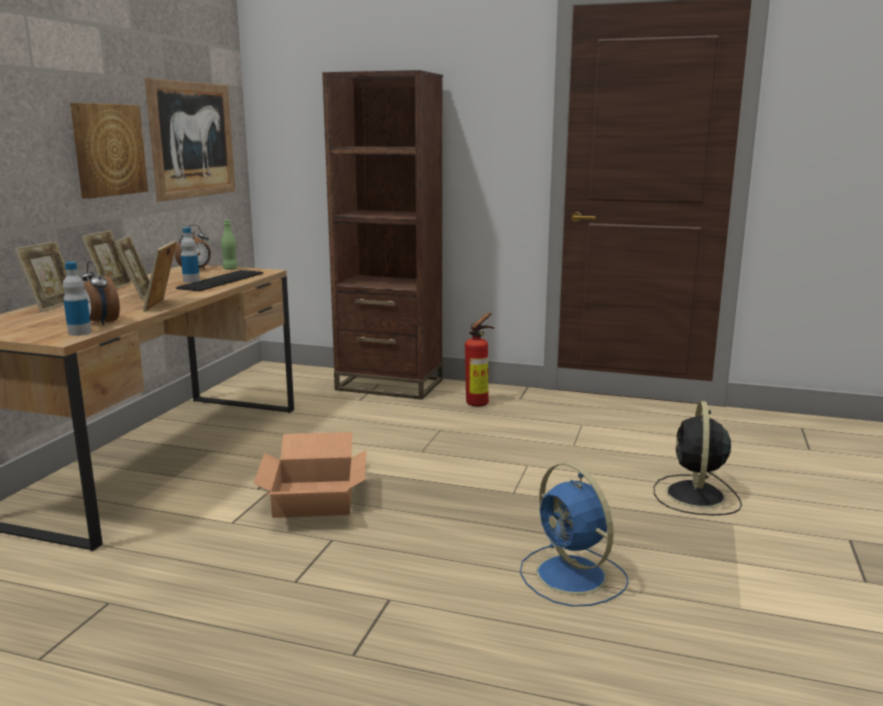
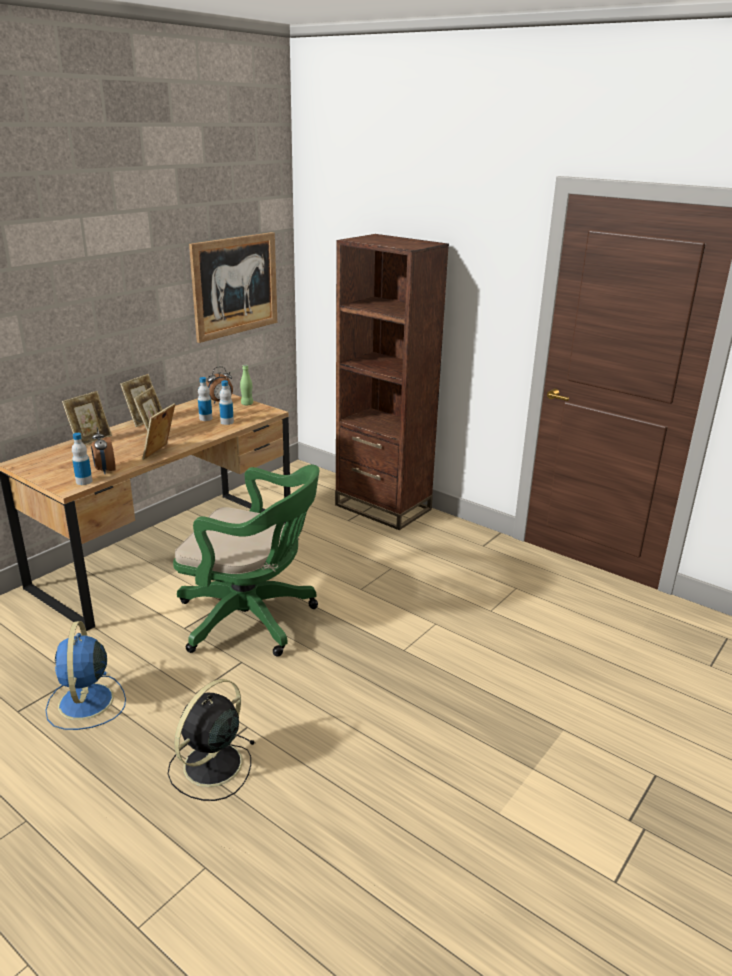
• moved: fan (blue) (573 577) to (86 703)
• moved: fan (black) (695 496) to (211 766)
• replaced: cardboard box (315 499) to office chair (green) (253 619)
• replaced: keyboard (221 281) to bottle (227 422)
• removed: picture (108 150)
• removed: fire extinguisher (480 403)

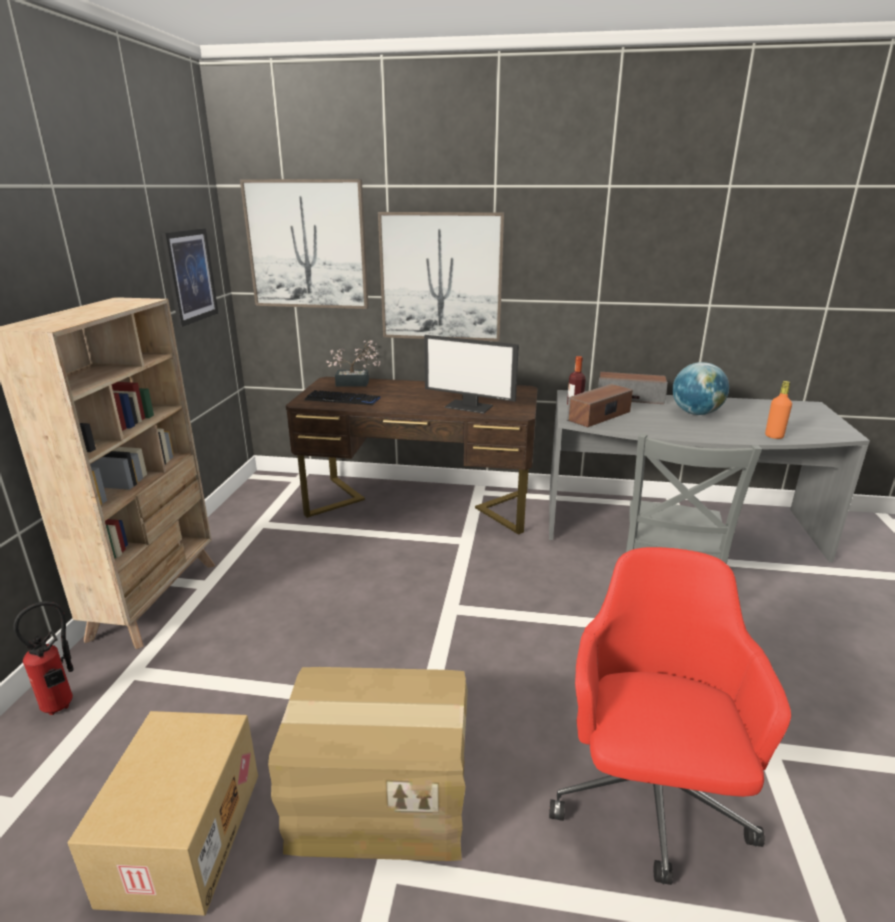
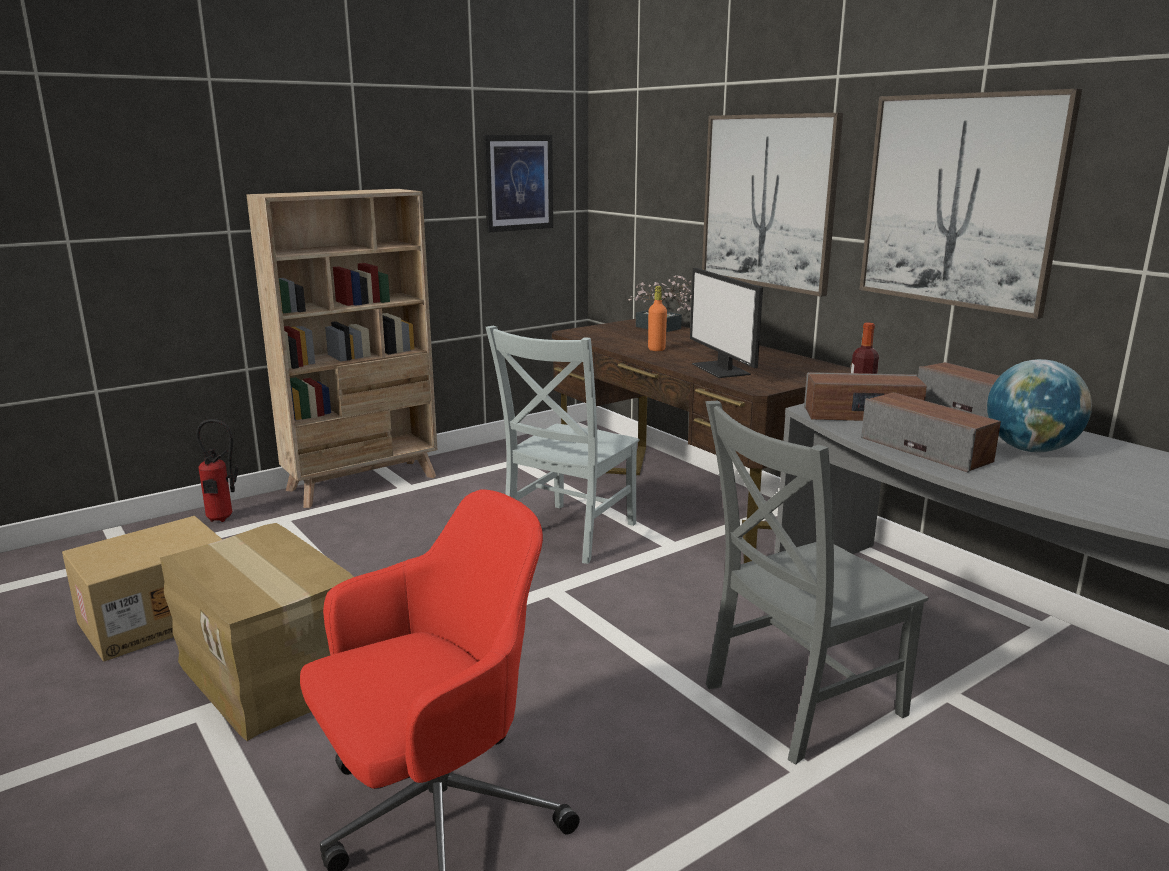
• added: chair (grey) (567 534)
• moved: bottle (orange) (774 436) to (656 349)
• moved: picture (307 245) to (960 201)
• added: speaker (926 449)
• removed: keyboard (342 399)

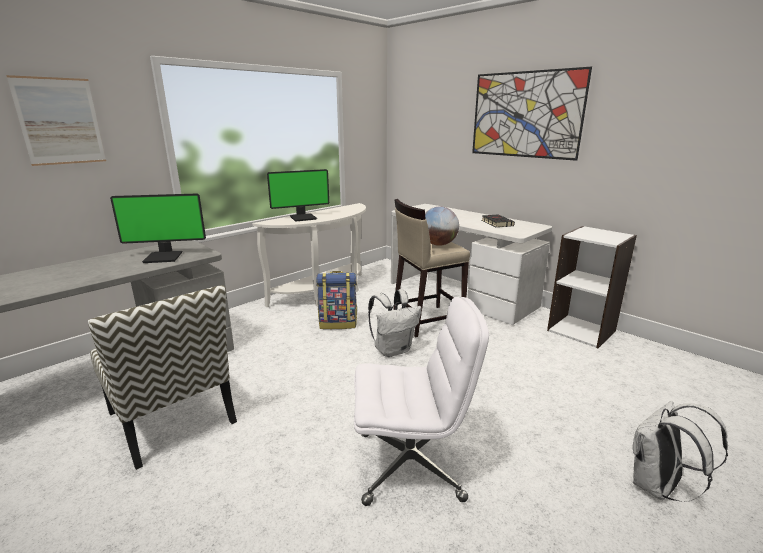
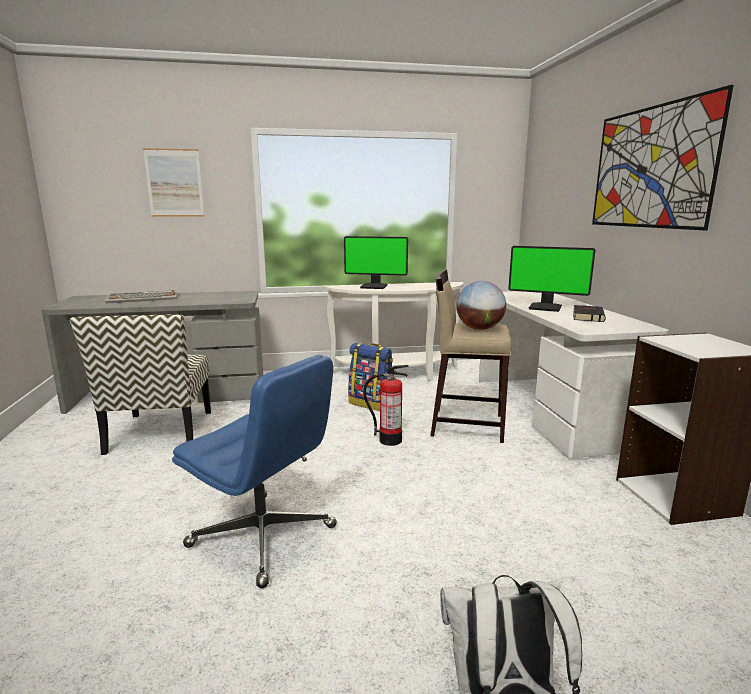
• added: keyboard (143 298)
• recoloured: office chair (white) (411 465) to office chair (blue) (264 537)
• replaced: backpack (white) (393 350) to fire extinguisher (390 440)
• moved: monitor (164 257) to (546 307)

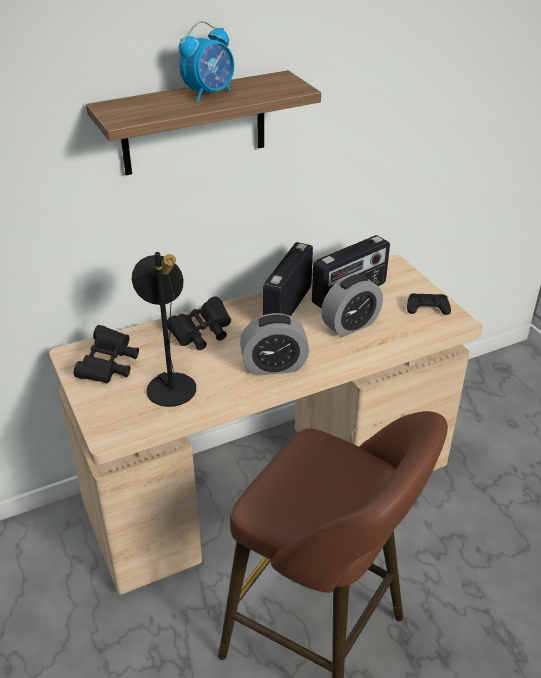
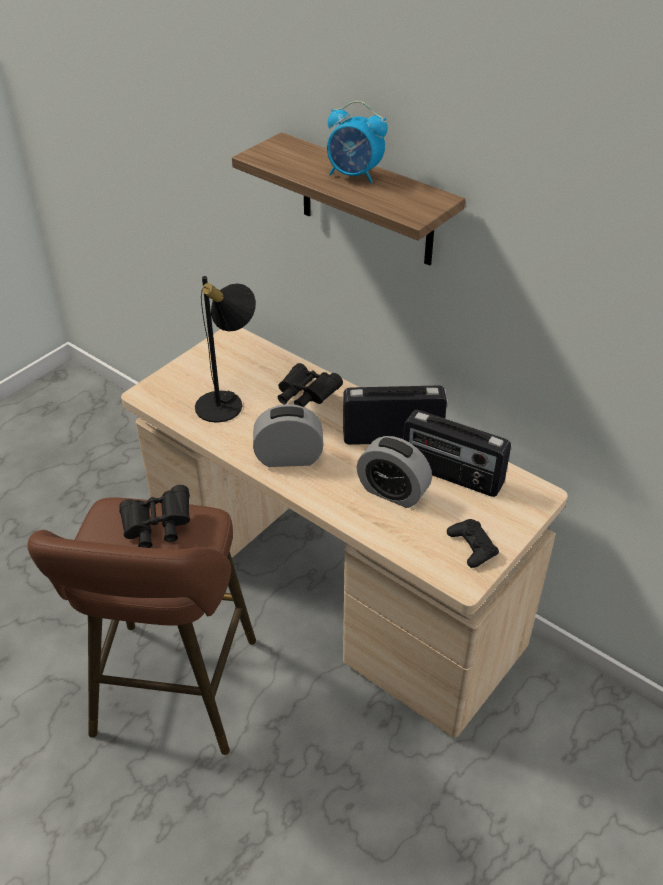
• moved: binoculars (black) (109 366) to (157 527)
• turned: alarm clock (274 366) = (288 458) 120 degrees clockwise

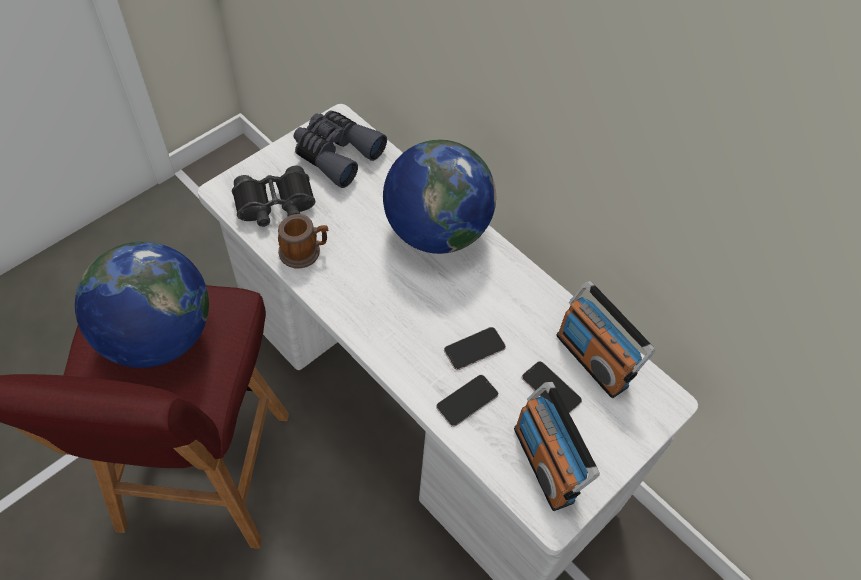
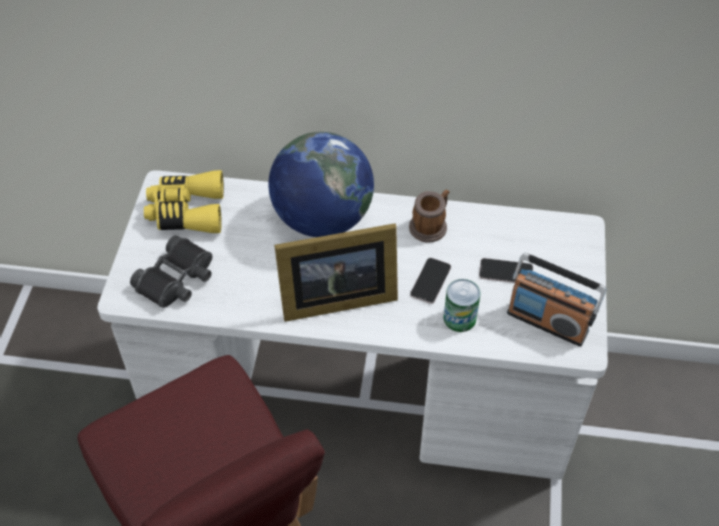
• recoloured: binoculars (grey) (336 154) to binoculars (yellow) (186 211)
• added: picture frame (334 298)
• moved: mug (304 251) to (430 225)
• replaced: phone (467 401) to can (459 318)
• removed: globe (158 336)
• removed: radio (592 360)

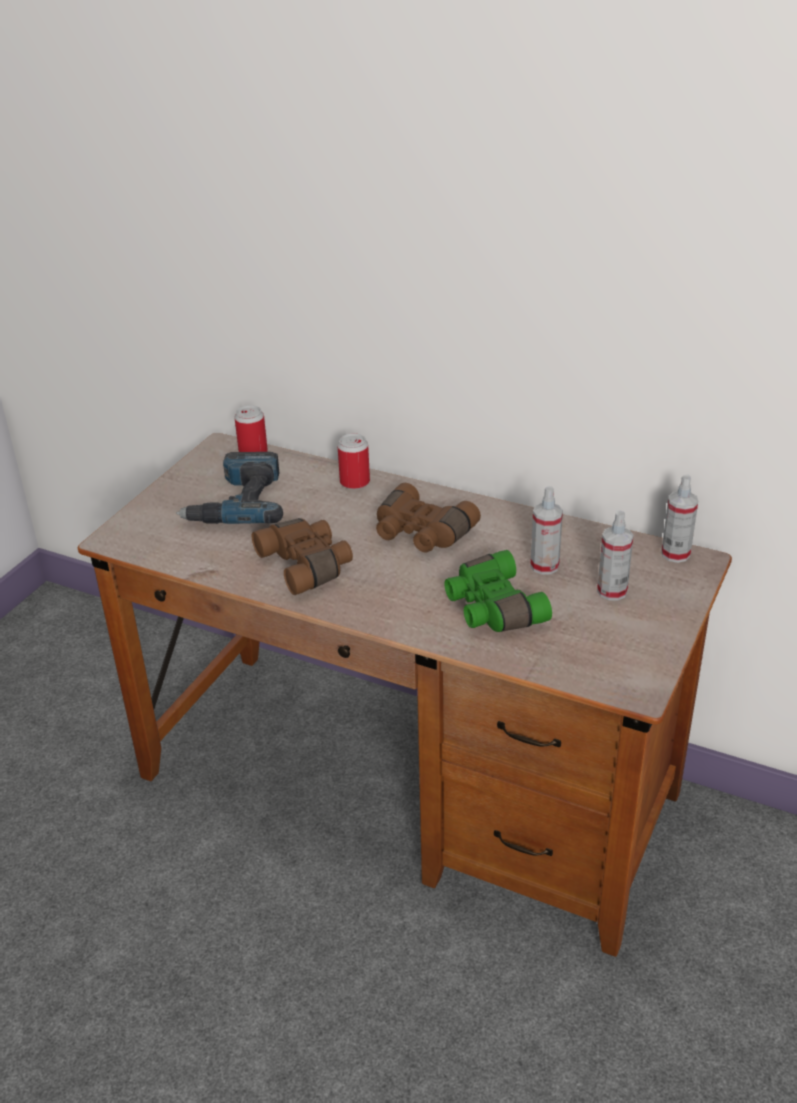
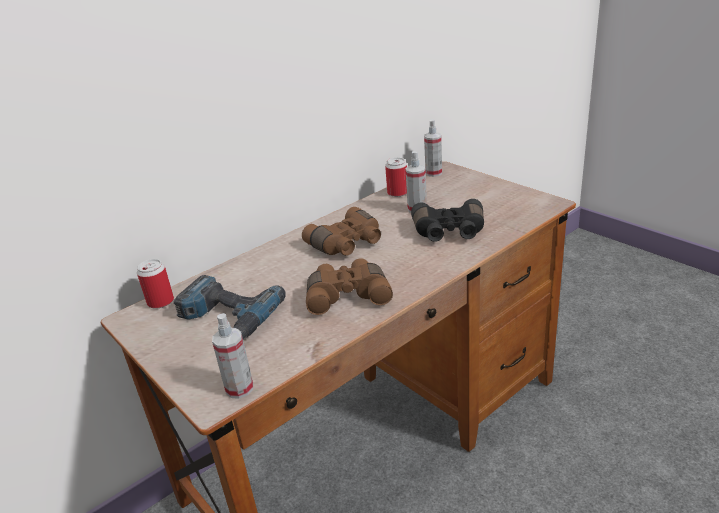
• moved: spray bottle (612 591) to (239 388)
• moved: can (354 482) to (397 193)
• recoloured: binoculars (green) (491 608) to binoculars (black) (449 232)

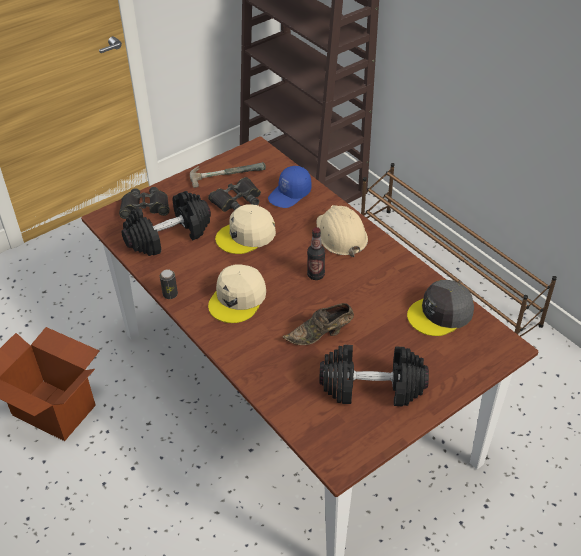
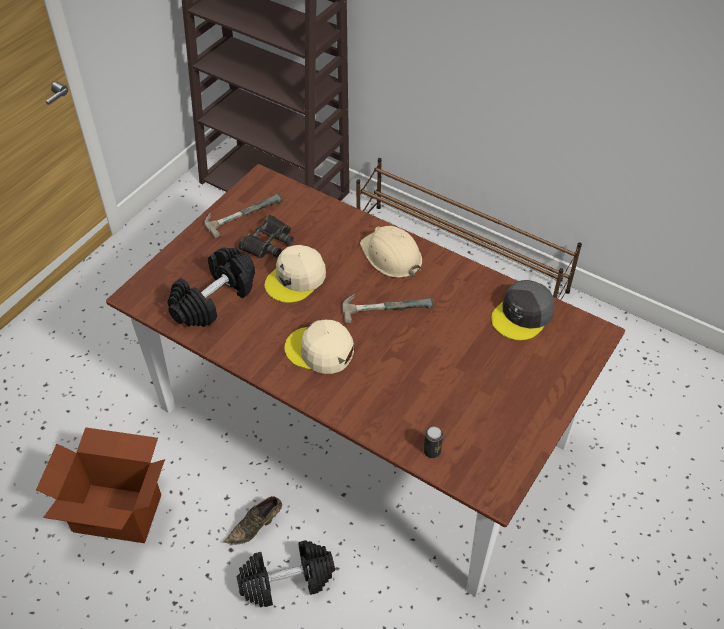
• moved: shoe (brown) (321 335) to (256 527)
• moved: dumbbell (black) (372 387) to (287 580)
• turned: cap (beige) (238 299) = (320 350) 105 degrees clockwise
• replaced: bottle (316 275) to hammer (386 305)
• moved: can (170 294) to (432 451)
• removed: binoculars (black) (145 207)
• removed: cap (blue) (290 194)

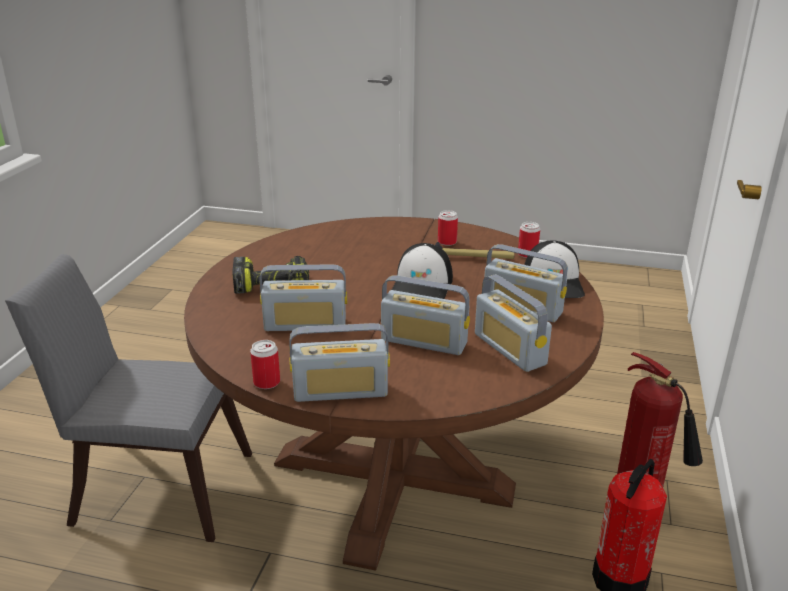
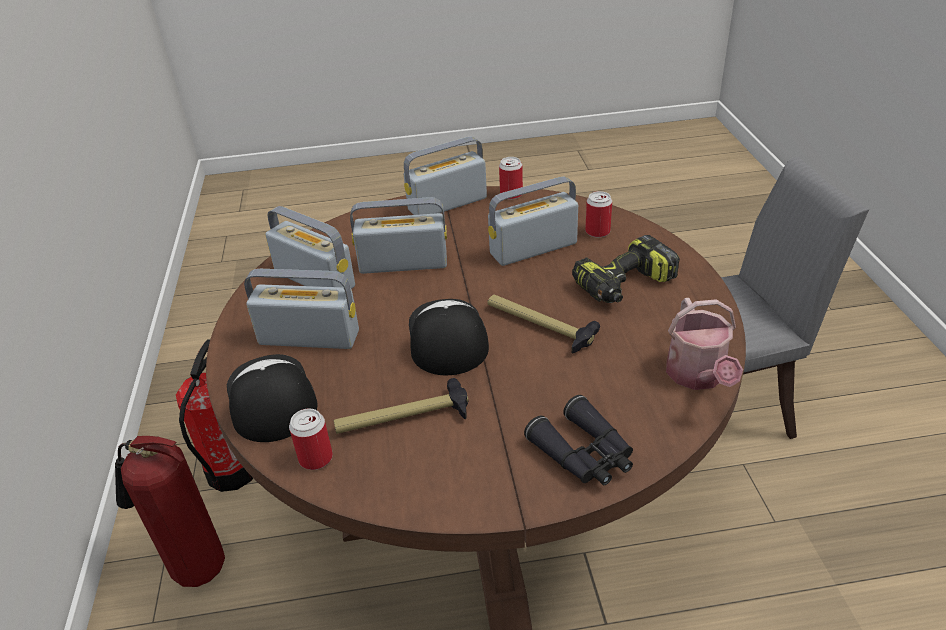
• added: hammer (539 326)
• added: binoculars (black) (584 454)
• moved: can (447 242) to (597 232)
• added: watering can (698 376)

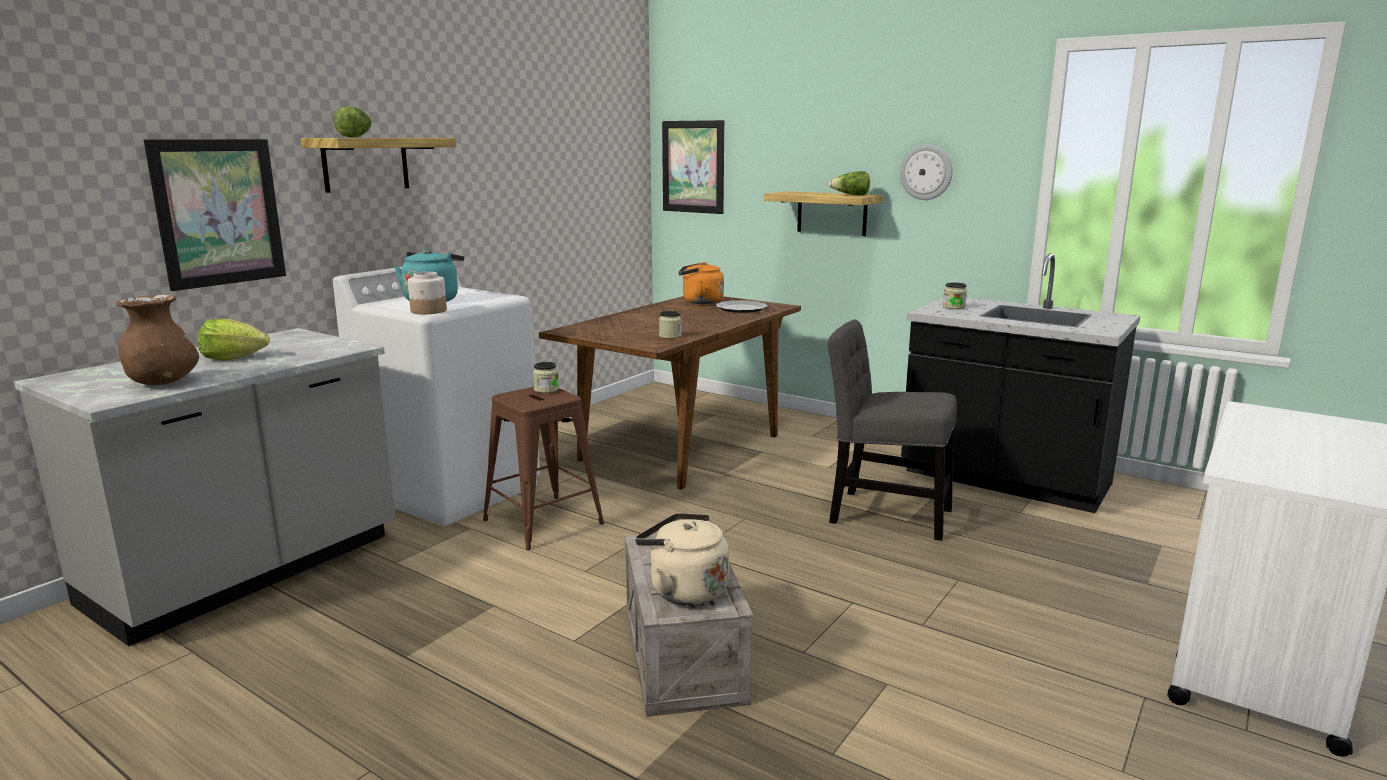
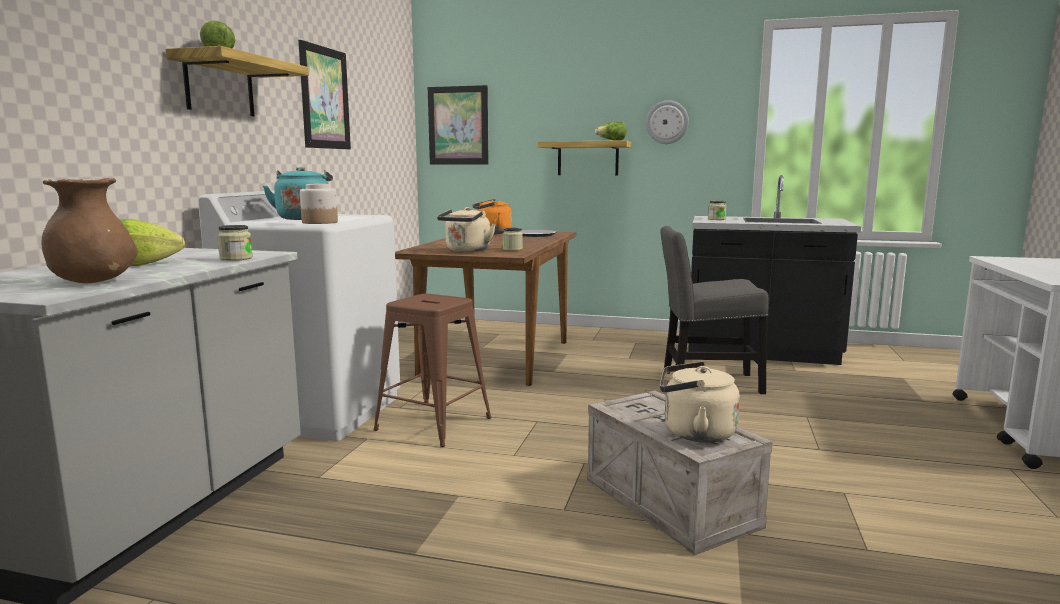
• moved: jar (546 389) to (236 258)
• moved: picture (219 212) to (325 98)
• added: kettle (beige) (466 251)

